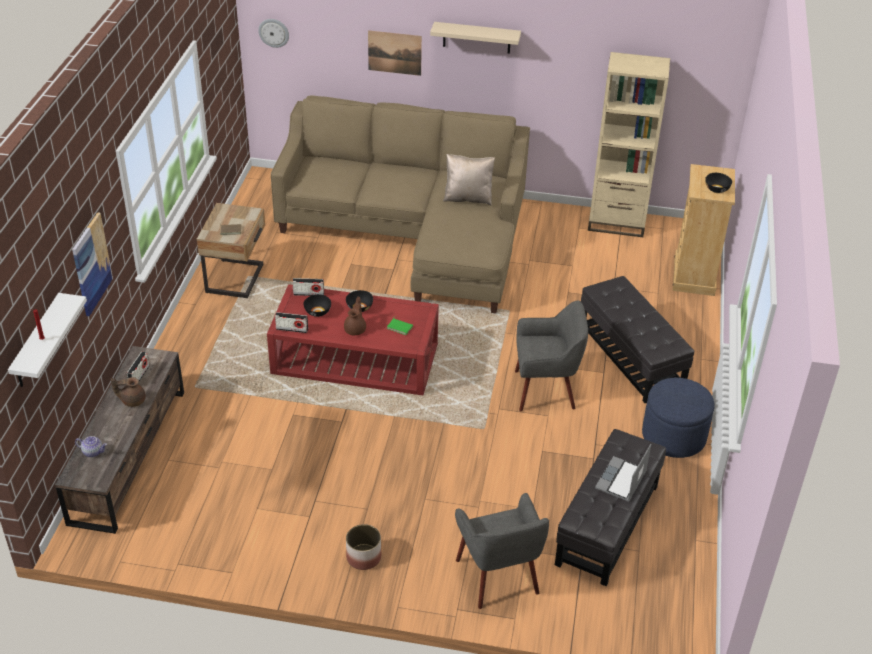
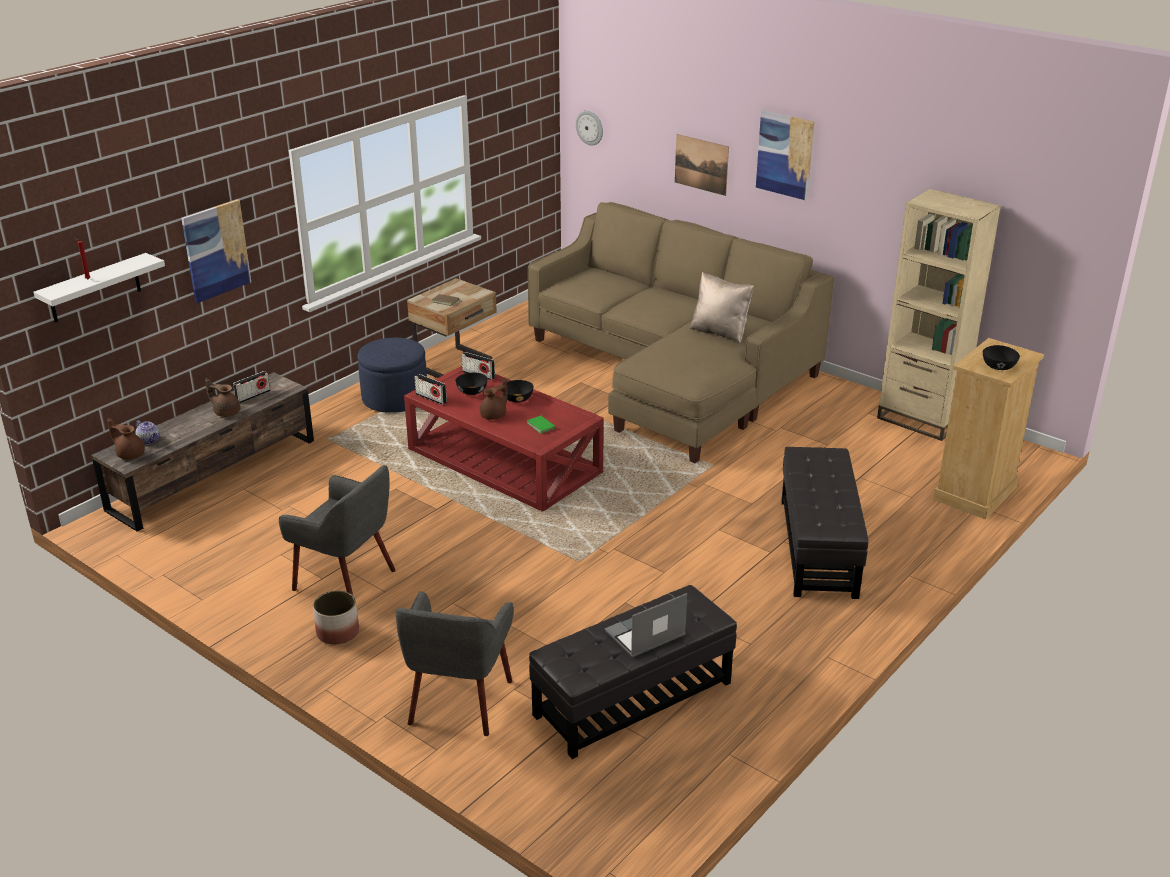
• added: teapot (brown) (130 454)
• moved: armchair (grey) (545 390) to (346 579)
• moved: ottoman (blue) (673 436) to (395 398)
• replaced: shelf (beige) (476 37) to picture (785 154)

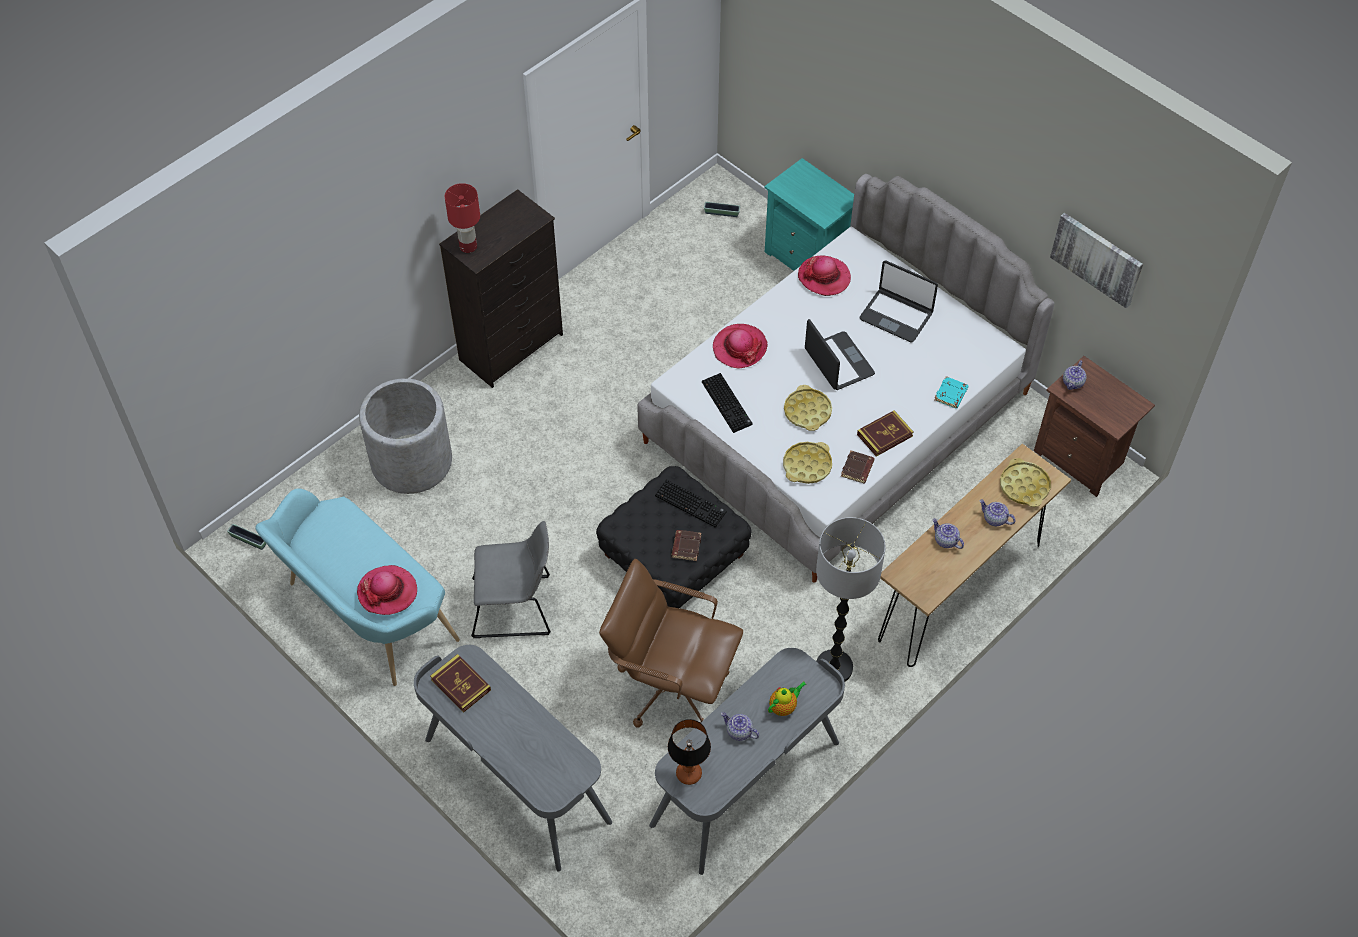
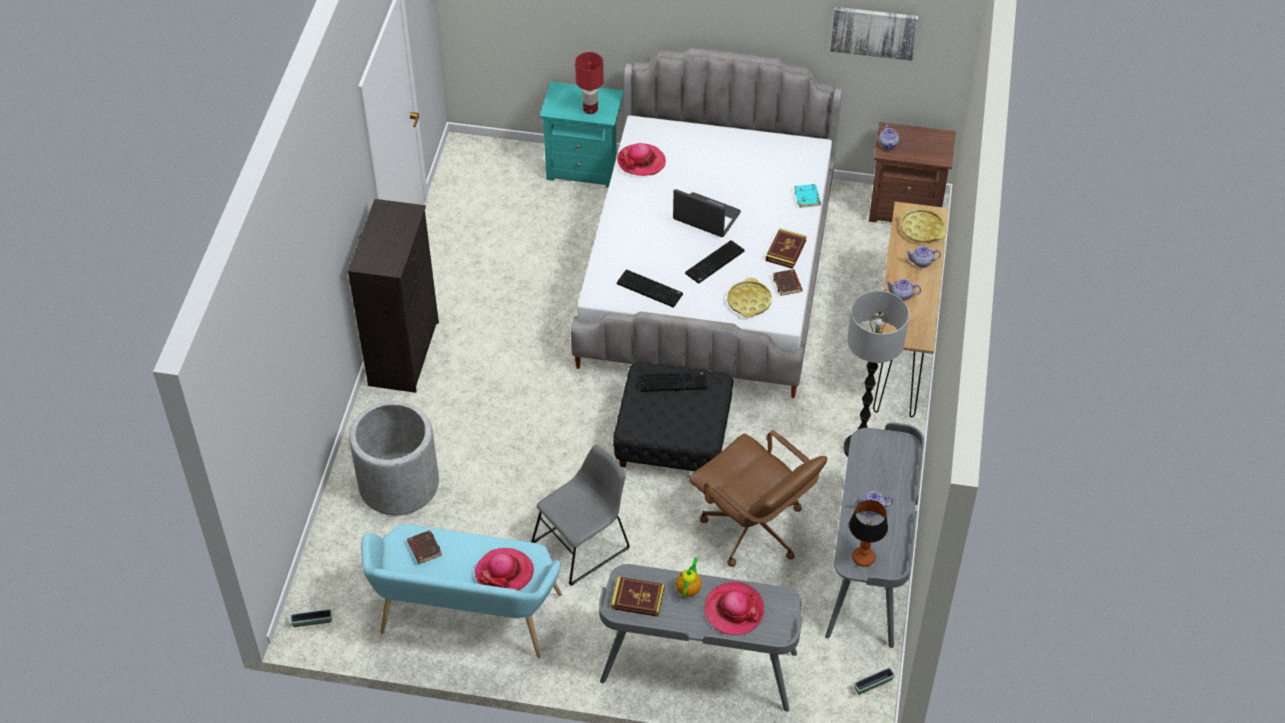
• moved: book (brown) (686 546) to (424 548)
• moved: table lamp (red) (468 247) to (590 109)
• moved: teapot (784 706) to (689 588)
• replaced: tray (yellow) (807 411) to keyboard (715 263)
• turned: office chair (brown) (671 685) = (753 530) 120 degrees counterclockwise
• moved: hat (739 347) to (734 610)
• moved: planter (721 213) to (873 684)
• removed: laptop (896 316)

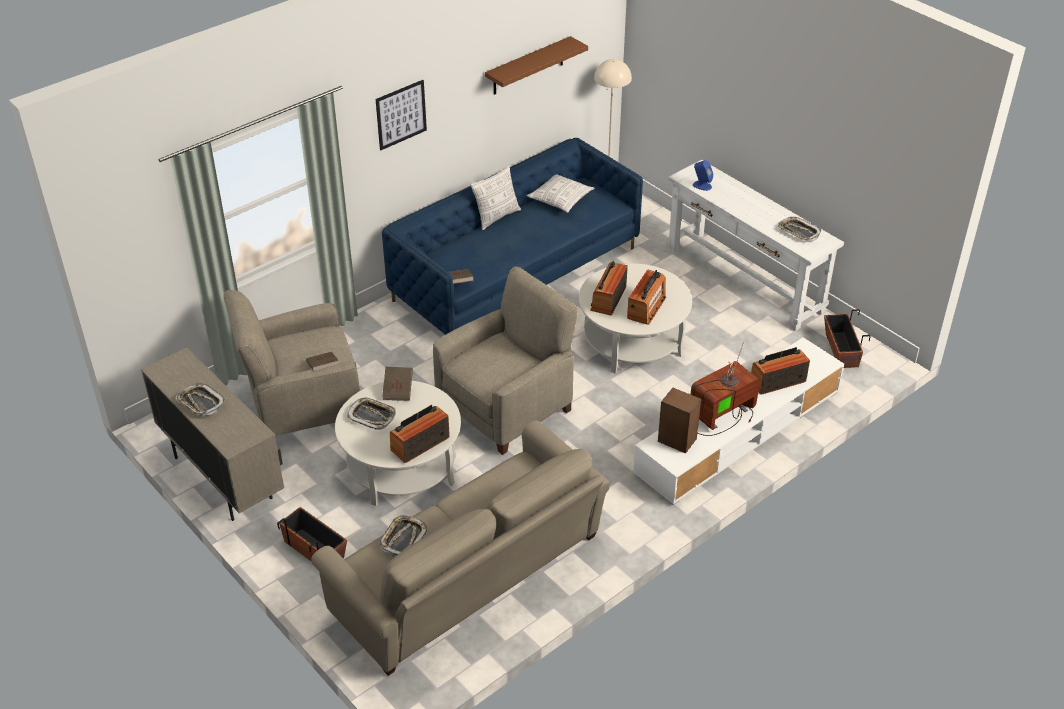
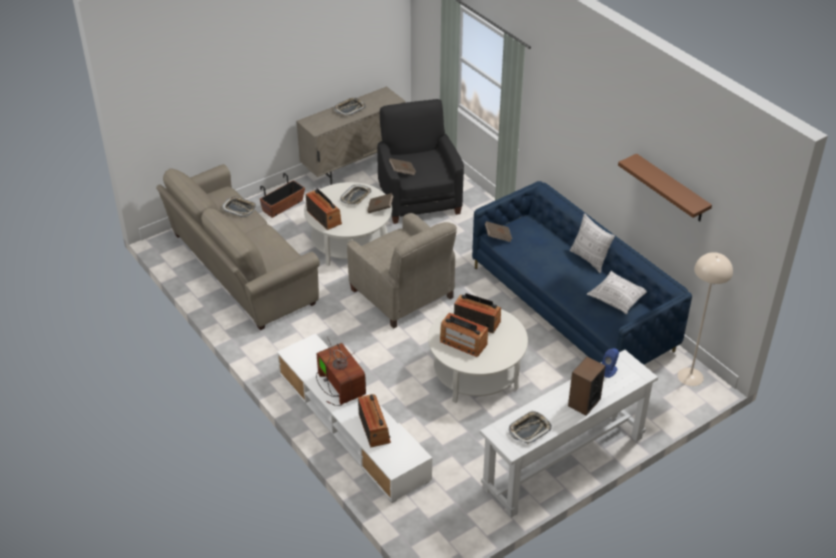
• recoloured: armchair (beige) (303 404) to armchair (black) (419 198)
• moved: speaker (677 440) to (584 402)
• removed: picture (401 114)
• removed: planter (840 350)

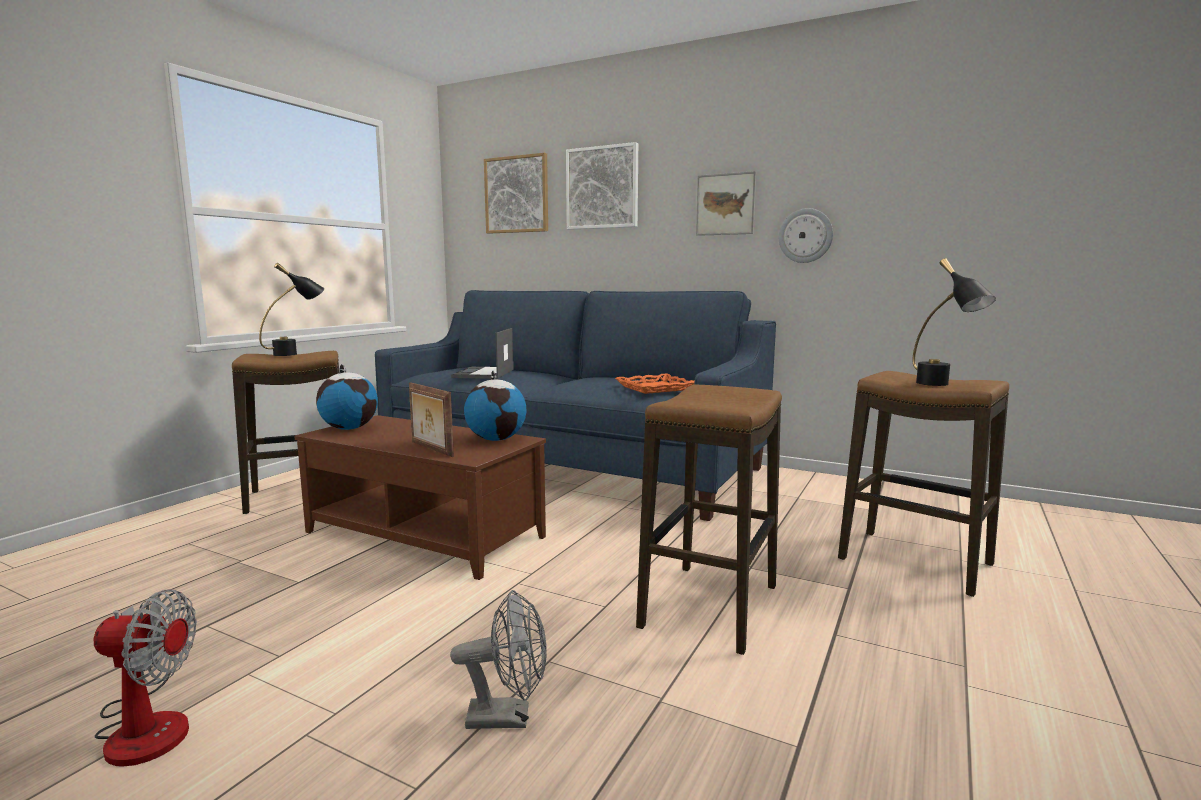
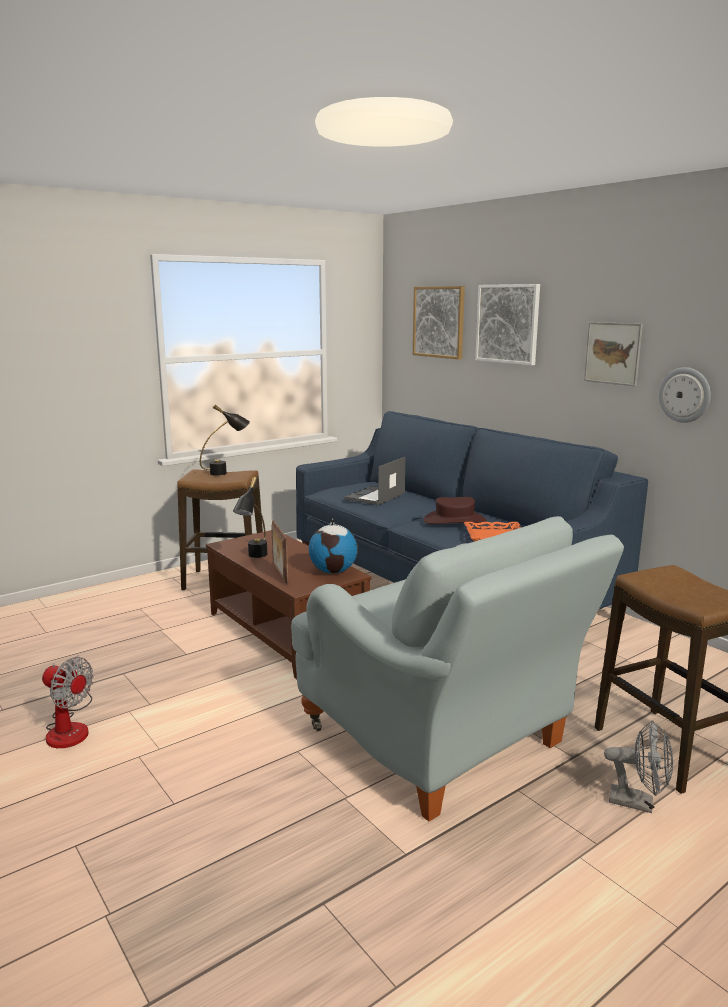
• moved: table lamp (black) (942 385) to (254 557)
• replaced: stool (710 607) to armchair (grey) (442 742)
• added: hat (brown) (454 520)
• moved: fan (grey) (509 717) to (638 803)
• removed: globe (349 428)

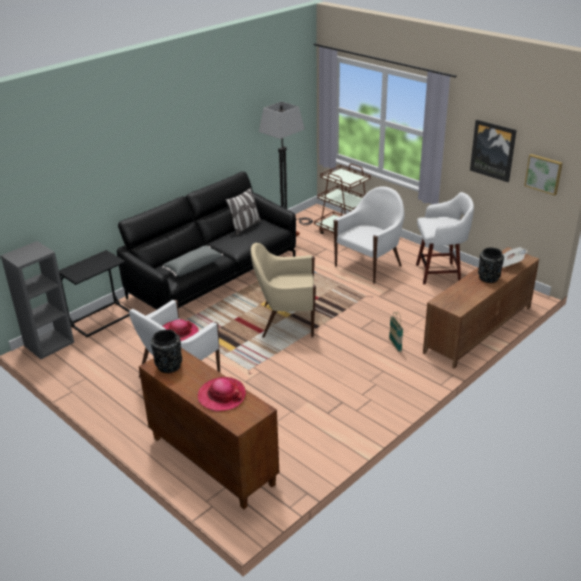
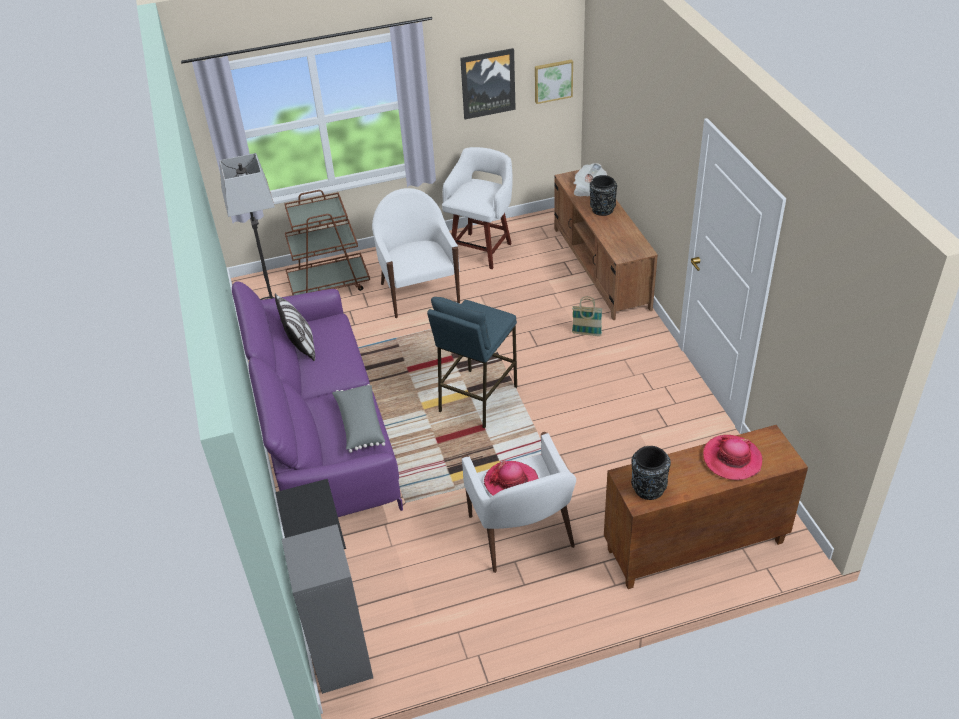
• recoloured: sofa (black) (214 278) to sofa (purple) (323 432)
• replaced: armchair (beige) (286 321) to stool (blue) (476 399)

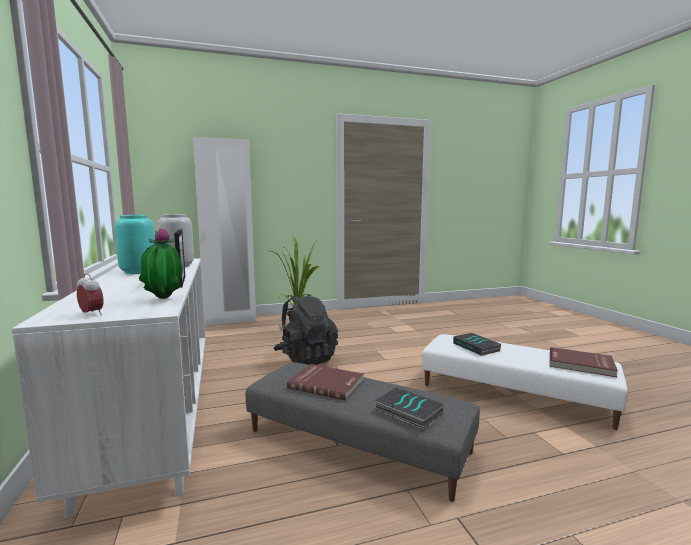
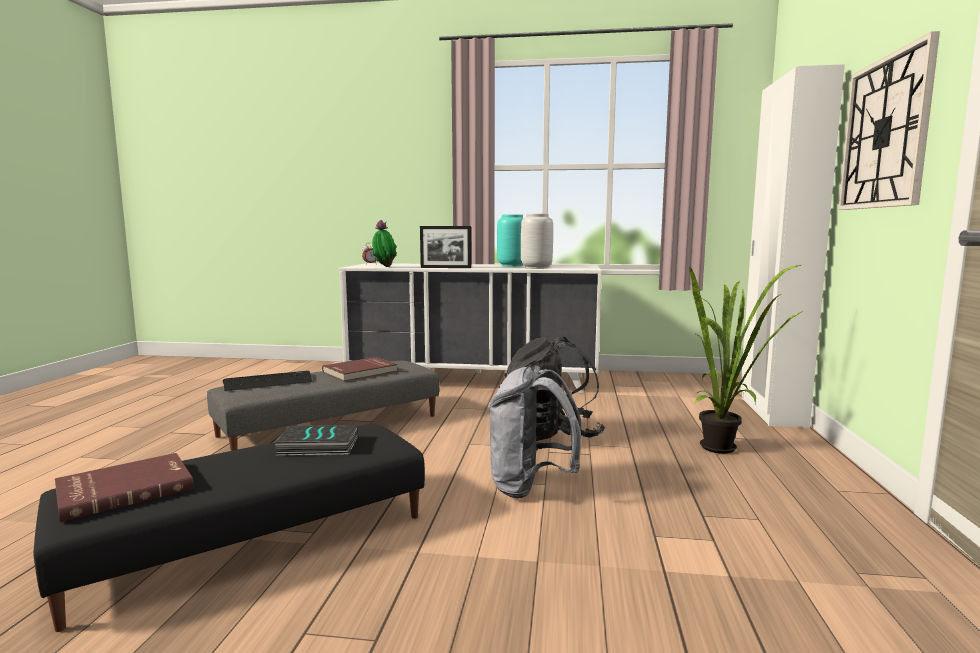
• recoloured: ottoman (white) (514 393) to ottoman (black) (252 540)
• replaced: book (407 412) to keyboard (268 382)
• added: backpack (grey) (530 487)
• added: wall clock (885 133)

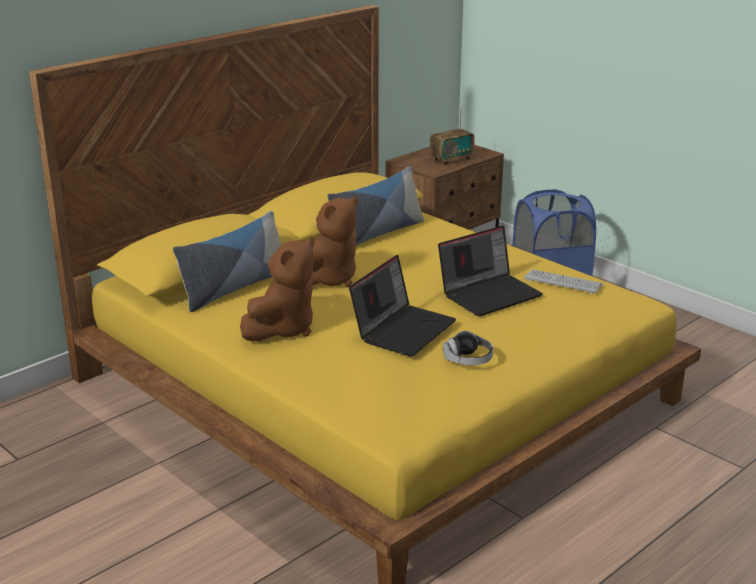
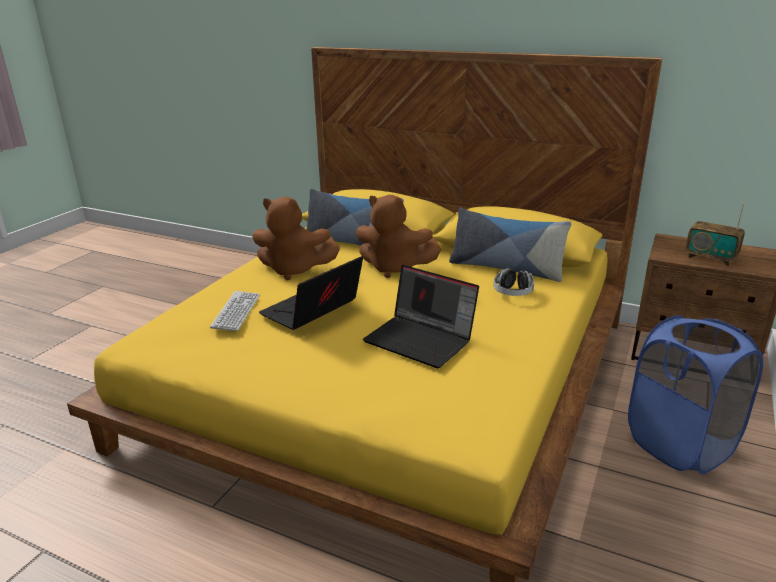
• moved: keyboard (563 282) to (236 312)
• turned: laptop (403 329) = (312 311) 120 degrees clockwise
• moved: headphones (468 360) to (513 293)

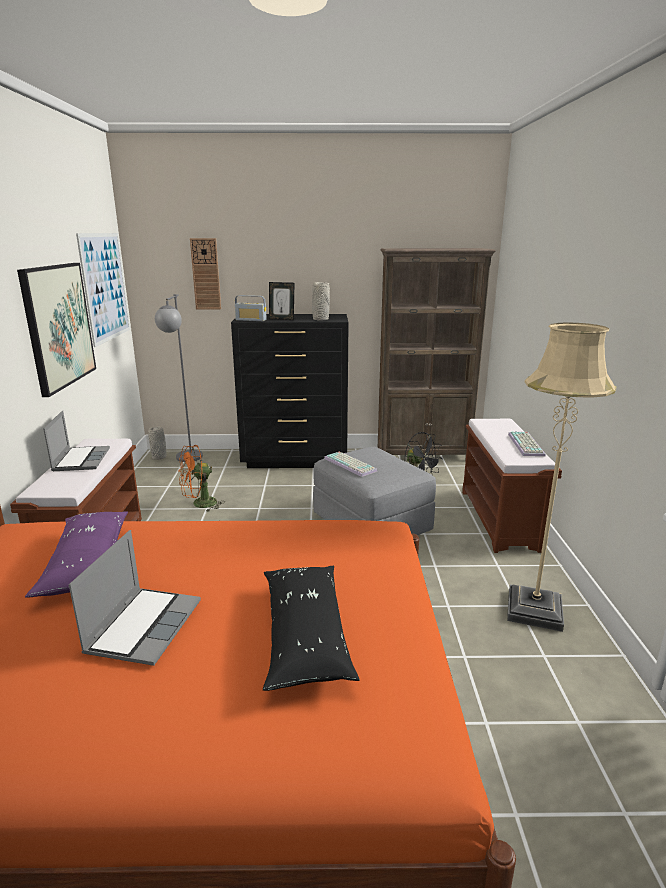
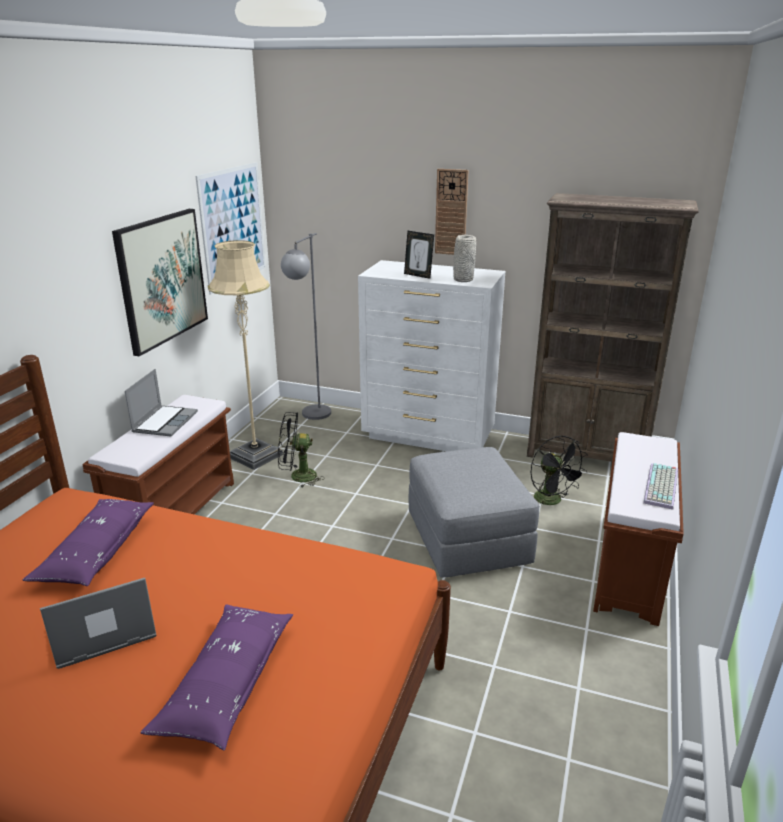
• turned: laptop (144 626) = (102 633) 150 degrees counterclockwise
• recoloured: pillow (black) (304 635) to pillow (purple) (227 683)
• moved: floor lamp (beige) (534 610) to (255 456)
• recoloured: fan (orange) (199 504) to fan (black) (297 477)
• recoloured: dresser (black) (296 459) to dresser (white) (428 436)
• moved: wall clock (206 274) to (451 212)
• removed: vase (grey) (159 457)
• removed: radio (251 320)
• removed: keyboard (351 464)

